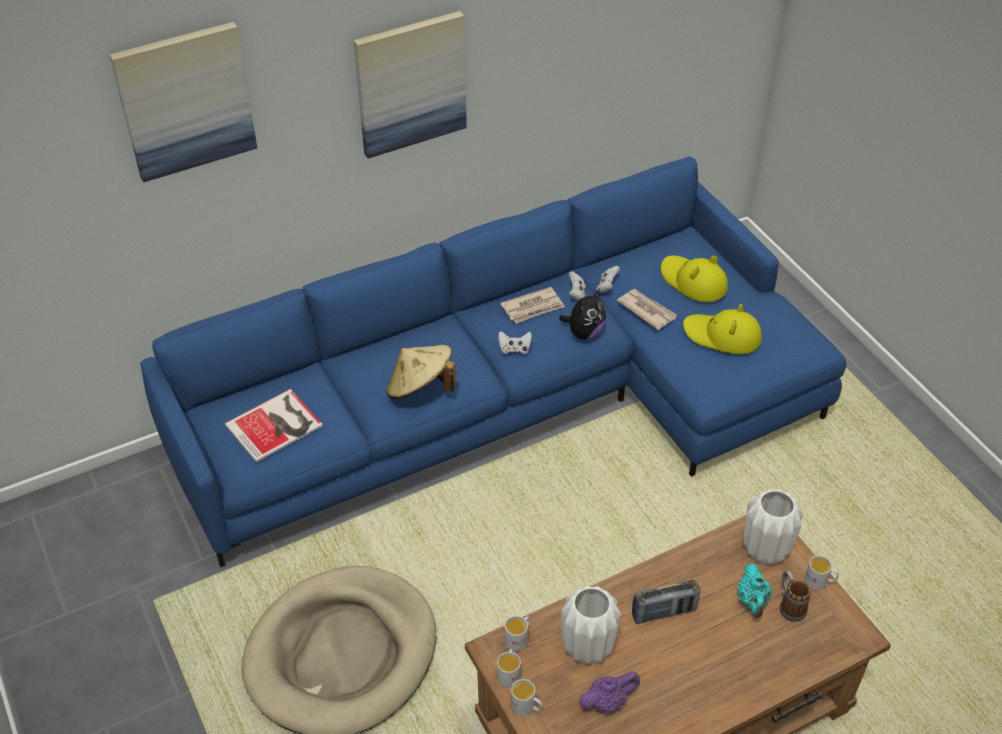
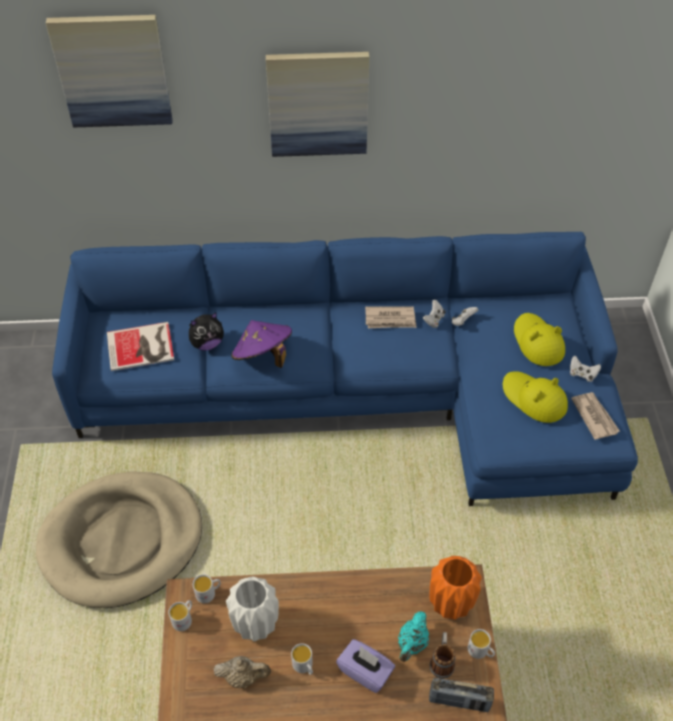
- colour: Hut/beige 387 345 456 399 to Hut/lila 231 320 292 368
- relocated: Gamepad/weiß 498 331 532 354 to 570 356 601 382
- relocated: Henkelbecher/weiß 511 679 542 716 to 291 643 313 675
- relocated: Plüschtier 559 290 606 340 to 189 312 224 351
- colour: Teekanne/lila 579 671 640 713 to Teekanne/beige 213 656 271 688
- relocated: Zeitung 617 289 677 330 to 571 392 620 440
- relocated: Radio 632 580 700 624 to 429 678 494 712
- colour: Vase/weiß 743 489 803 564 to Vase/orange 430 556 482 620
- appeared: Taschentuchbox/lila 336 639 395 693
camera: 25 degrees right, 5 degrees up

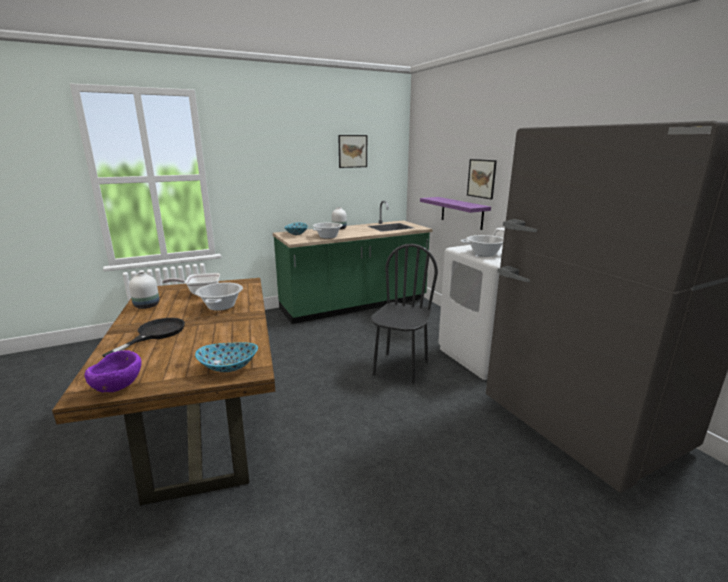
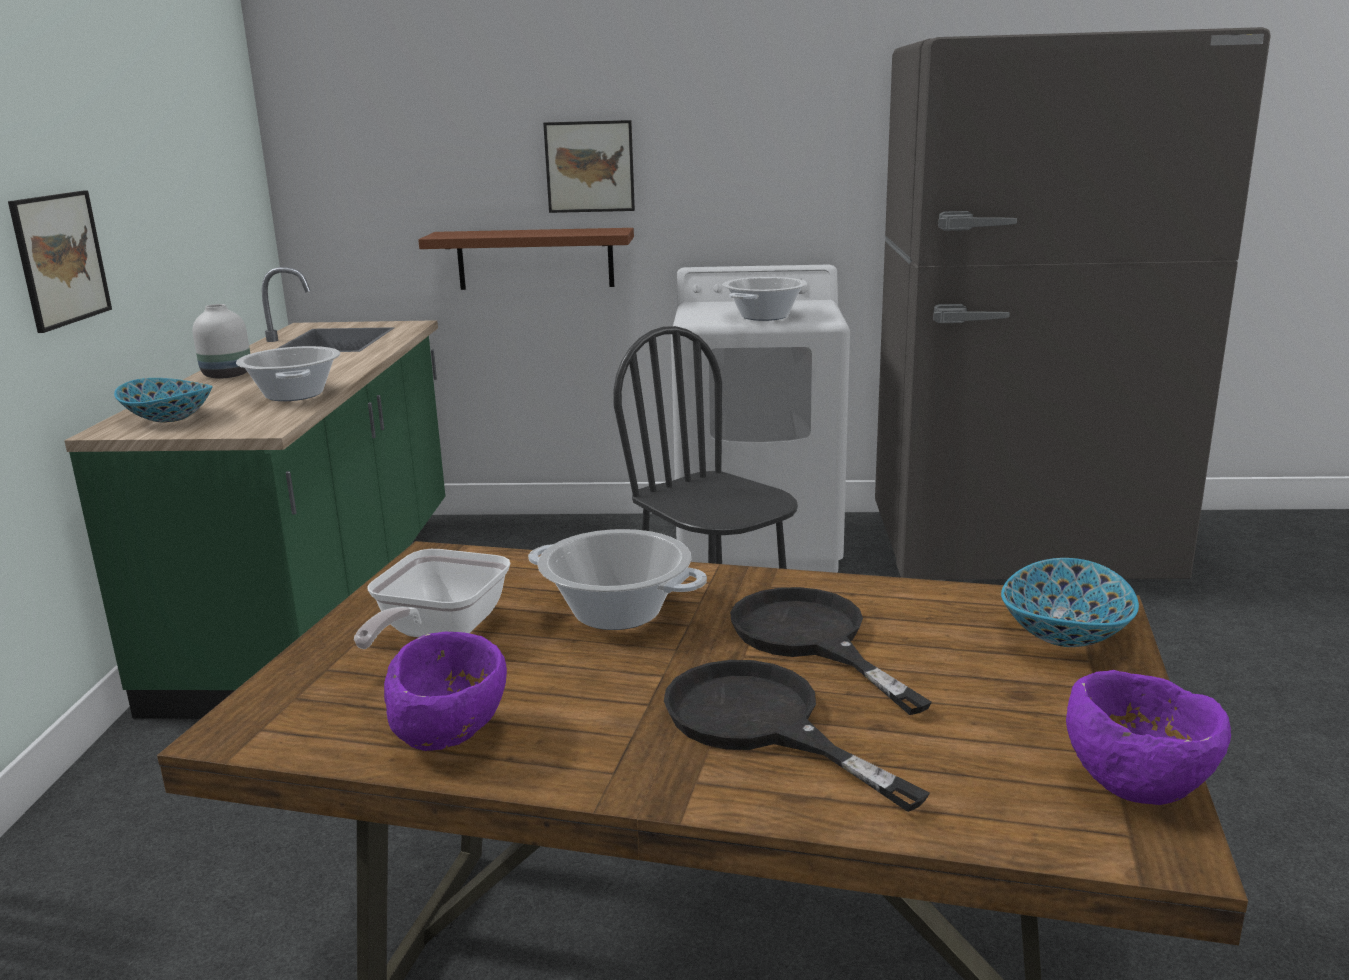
- exchanged: Vase/weiß 129 272 159 309 to Schüssel/lila 384 632 507 751
- relocated: Bild 338 135 367 168 to 8 190 112 333
- colour: Wandregal/lila 420 197 491 230 to Wandregal/braun 418 228 634 290
- appeared: Pfanne/schwarz 730 587 932 715
camera: 60 degrees left, 0 degrees up

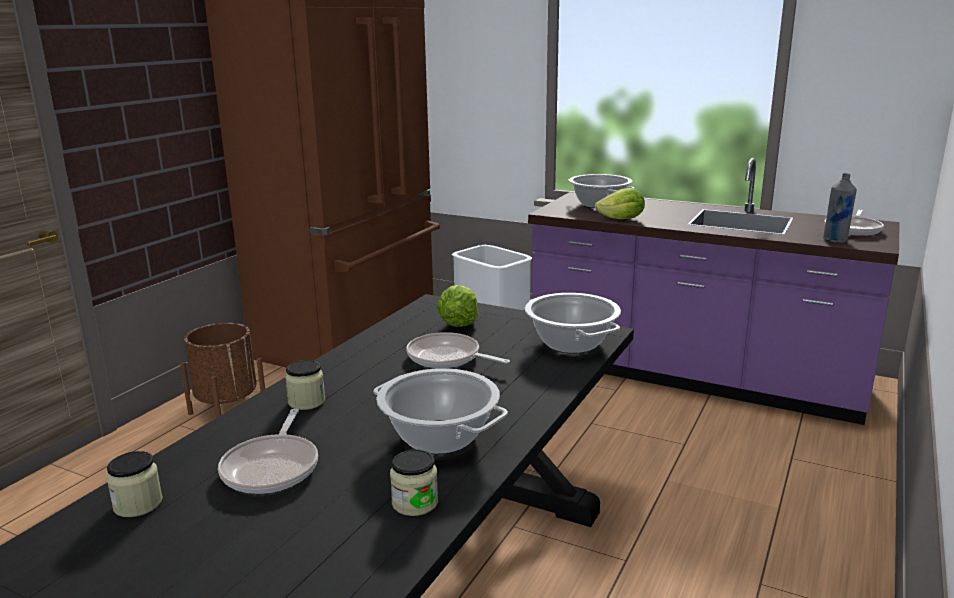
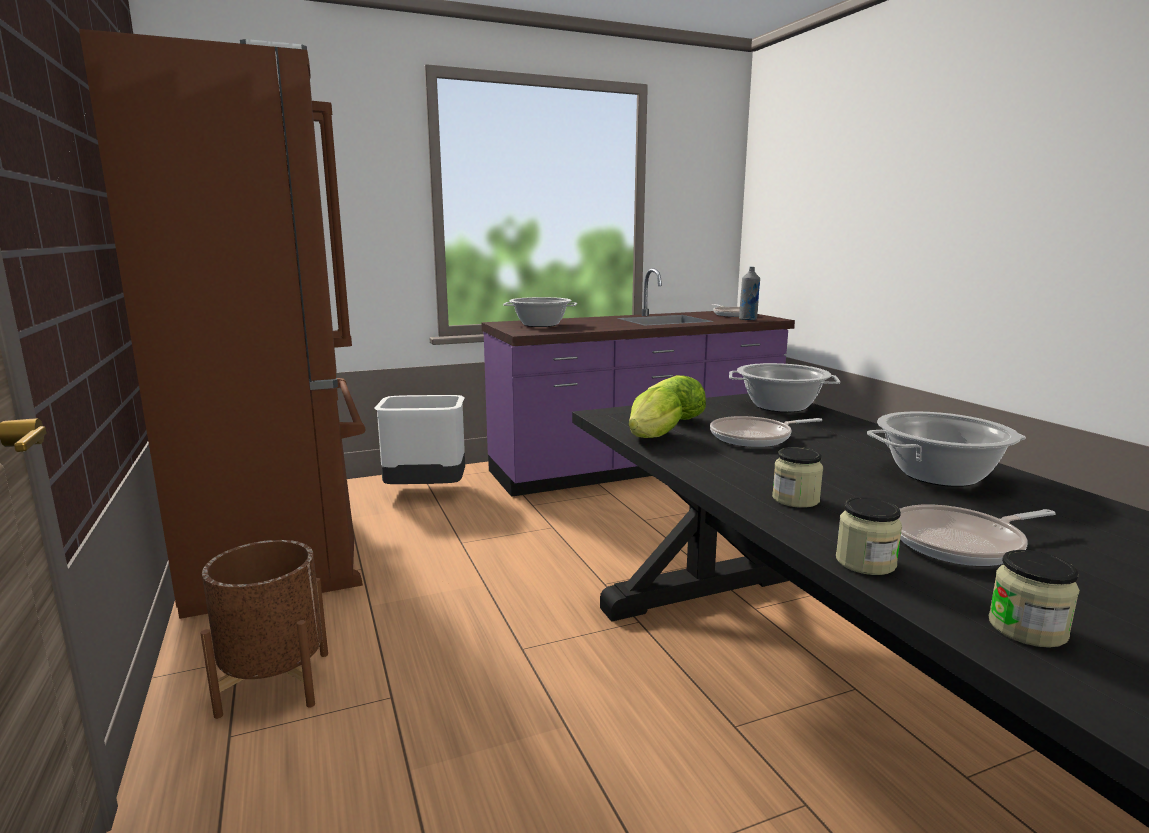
- spun: Pfanne 218 408 318 494 = 899 504 1056 566 120 degrees clockwise
- relocated: Vorratsglas 390 449 438 516 to 836 497 902 575
- relocated: Salatkopf 595 188 645 219 to 629 387 683 438
camera: 50 degrees left, 5 degrees down

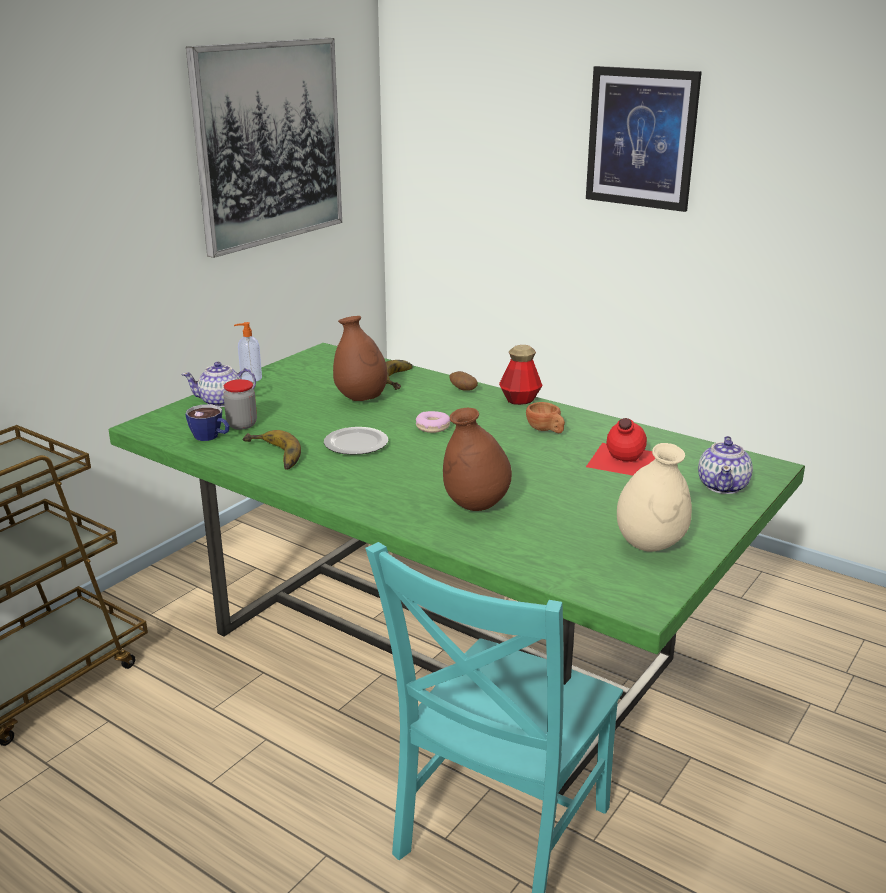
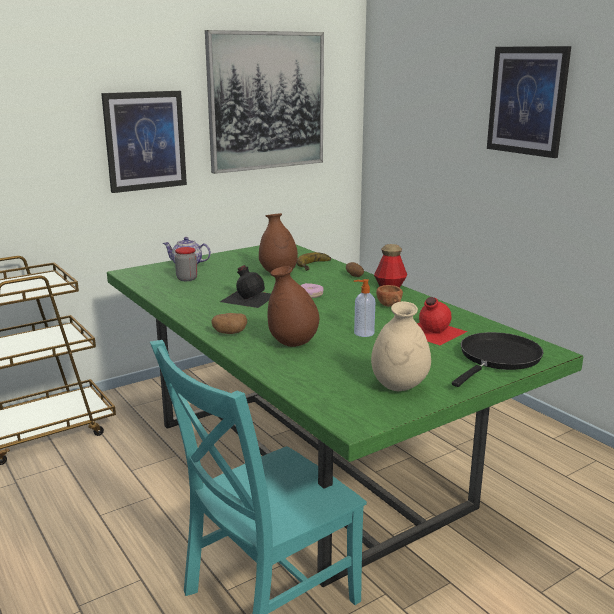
- missing: Tasse 186 404 229 441
- relocated: Seifenspender 234 322 262 382 to 354 279 375 337
- missing: Banane 242 430 301 470
- exchanged: Teller 324 427 388 455 to Flasche/schwarz 220 265 271 308
- exchanged: Teekanne 698 436 753 494 to Pfanne/schwarz 452 332 544 387
- appeared: Bild 101 91 187 193
- appeared: Kartoffel 211 313 247 334
camera: 20 degrees right, 5 degrees down

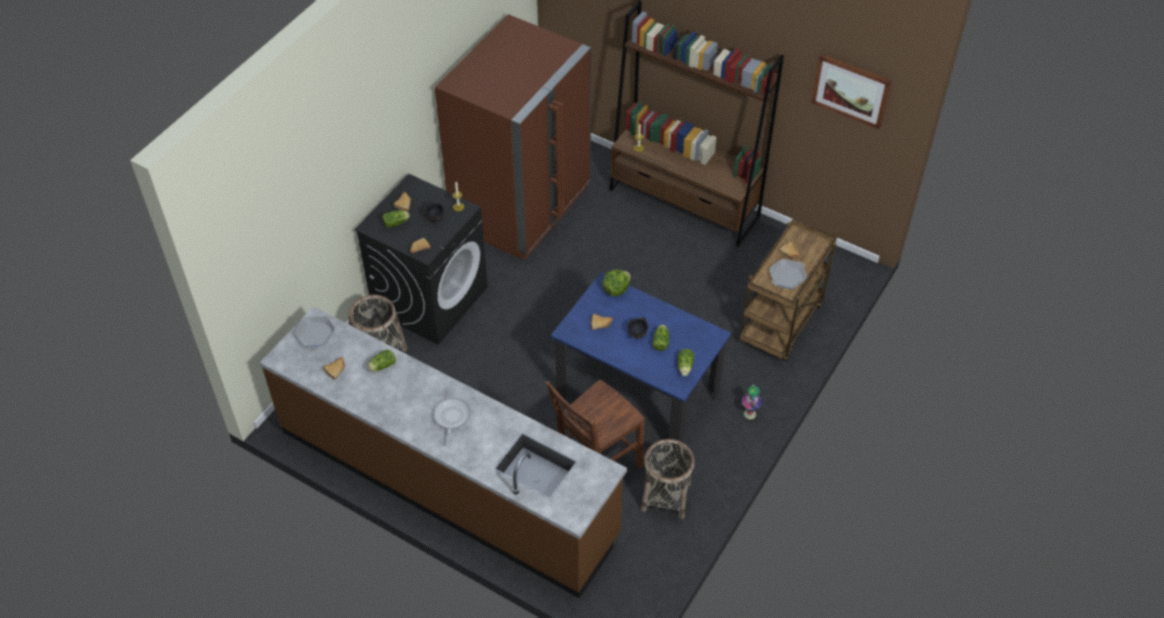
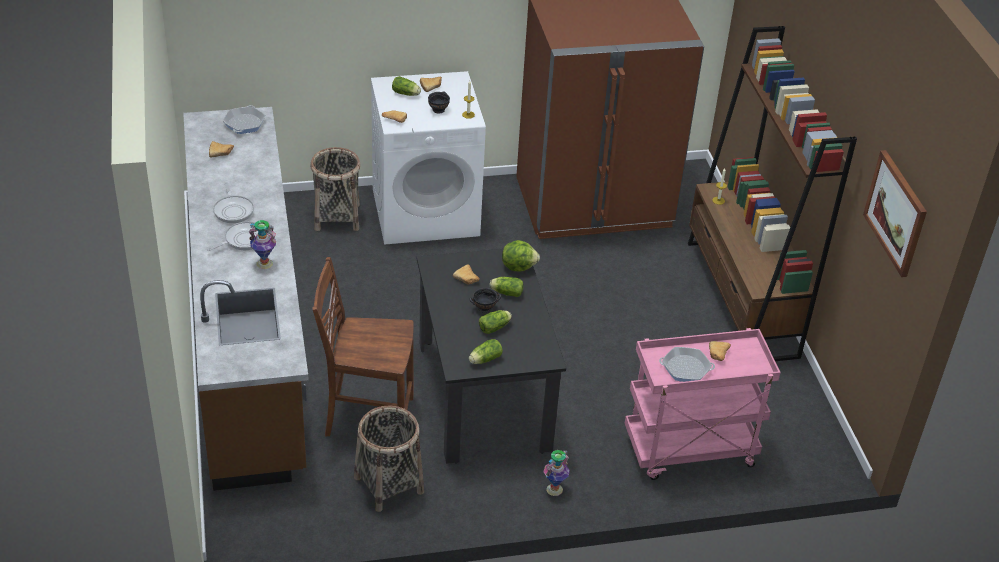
- colour: Waschmaschine/schwarz 354 174 488 345 to Waschmaschine/weiß 371 71 486 245
- relocated: Salatkopf 367 350 396 372 to 490 277 523 297
- colour: Esstisch/blau 551 273 731 443 to Esstisch/schwarz 417 249 566 464
- colour: Rollwagen/braun 740 219 837 361 to Rollwagen/rosa 625 328 781 480
- appeared: Pfanne 213 182 254 223
- appeared: Vase 249 220 276 269
camera: 45 degrees right, 10 degrees down

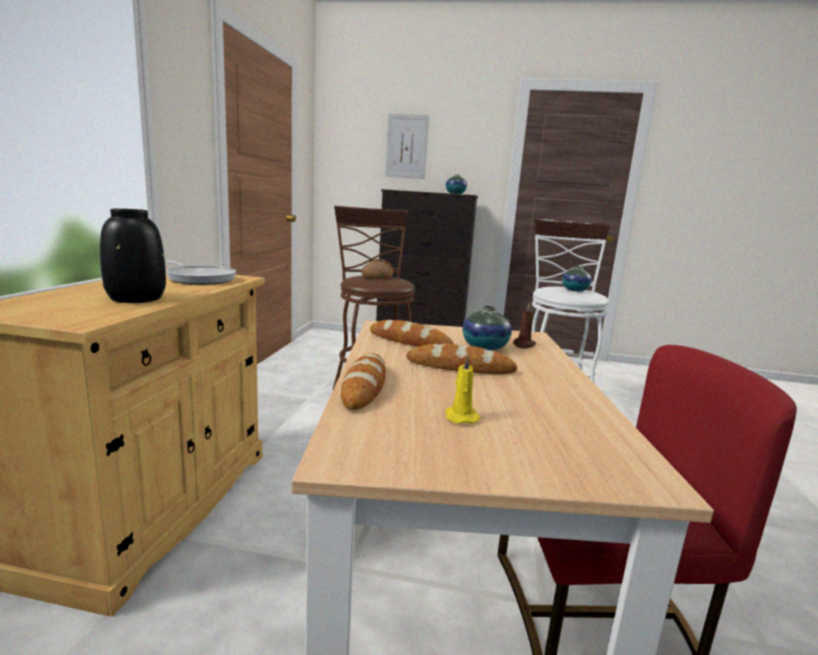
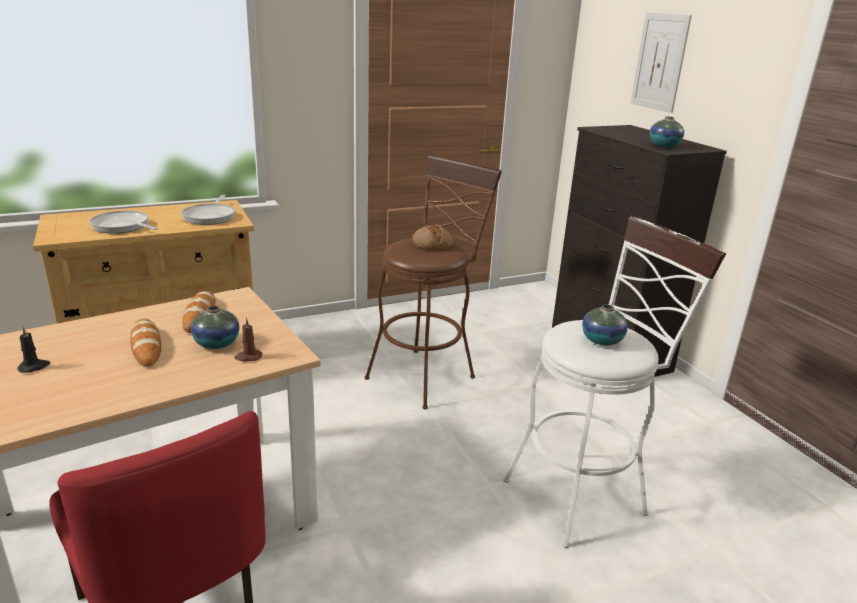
- exchanged: Vase/schwarz 100 209 166 303 to Pfanne 89 211 158 234
- missing: Brot 341 353 386 410
- colour: Kerze/gelb 445 354 481 424 to Kerze/schwarz 17 326 50 373
camera: 55 degrees right, 10 degrees up

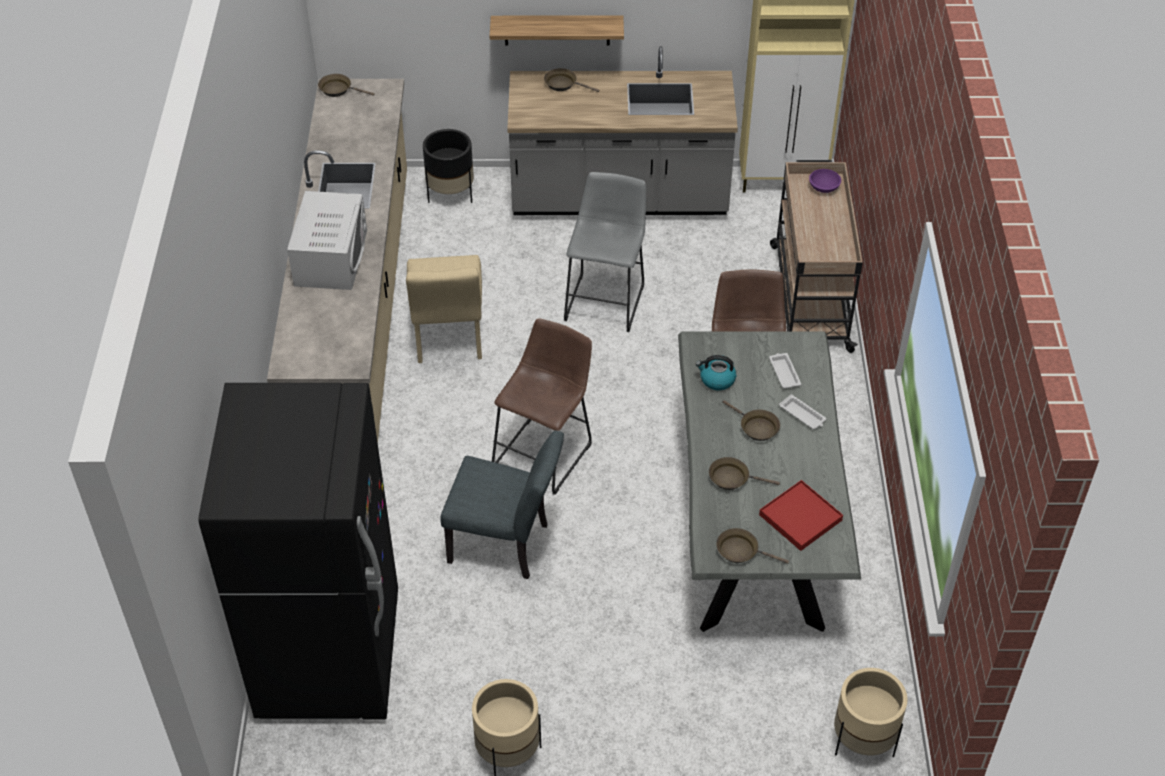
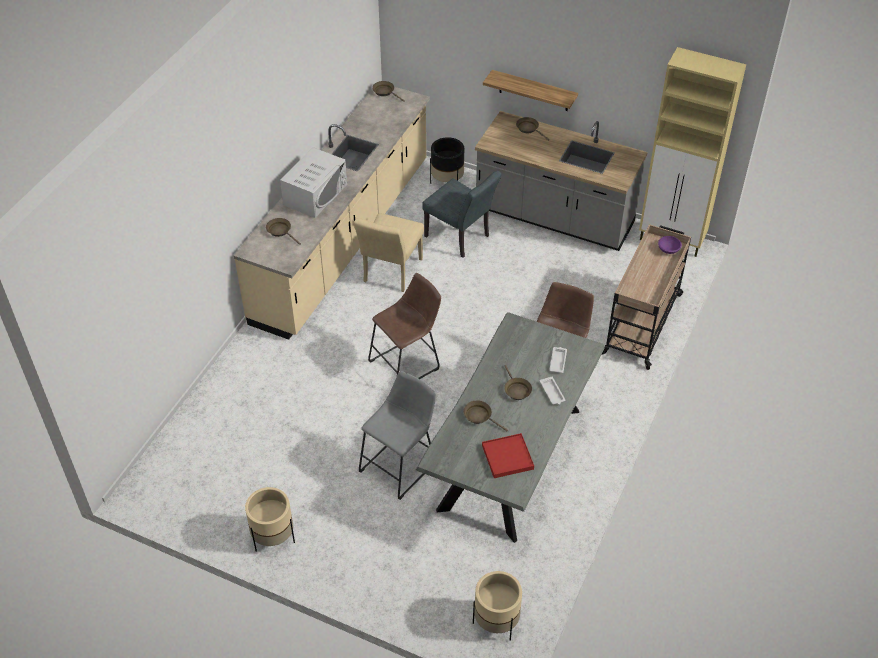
- missing: Kühlschrank/schwarz 198 383 398 719
- relocated: Stuhl/grau 441 430 564 579 to 422 171 502 258
- relocated: Hocker/grau 564 172 646 332 to 359 371 436 500
- missing: Wasserkessel 696 355 736 390
- relocated: Pfanne/braun 716 528 789 564 to 266 218 301 245
camera: 25 degrees right, 0 degrees up

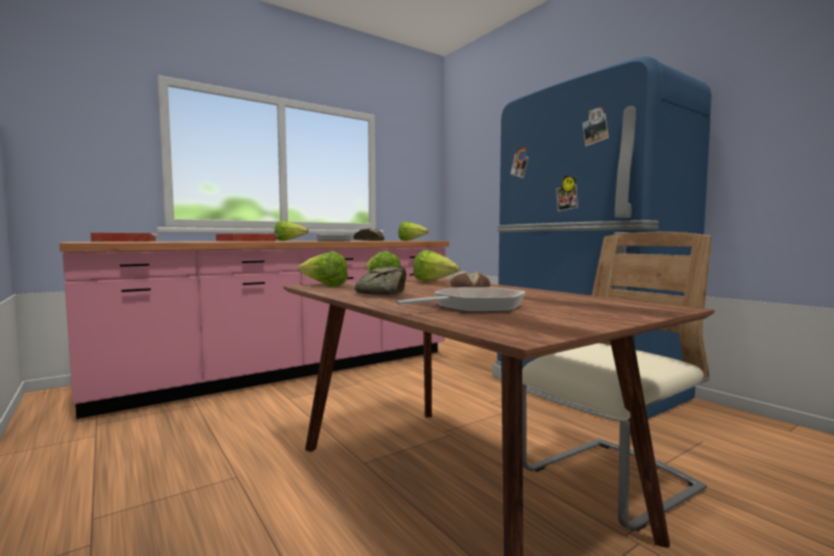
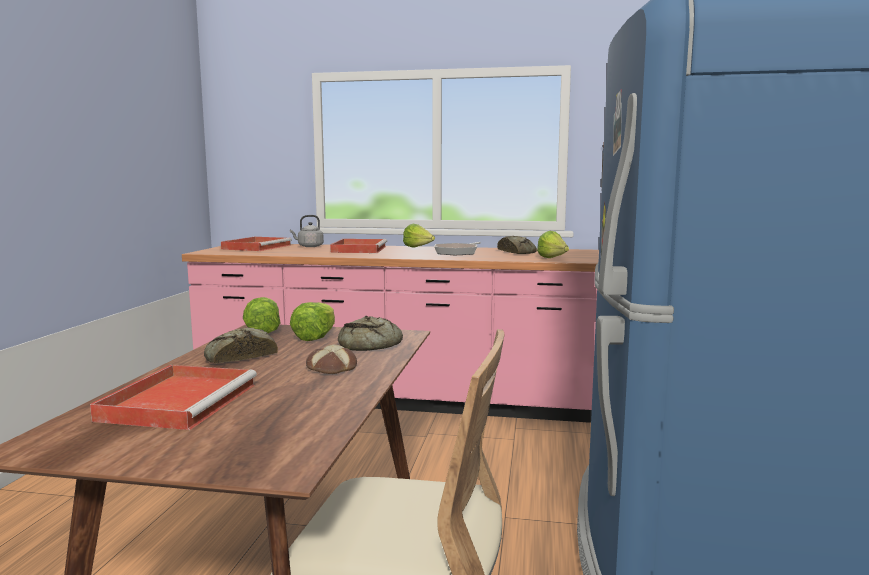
- exchanged: Pfanne 396 287 525 312 to Tablett/rot 90 365 257 430
- exchanged: Salatkopf 413 250 460 282 to Brot 338 316 403 351
- appeared: Wasserkessel/grau 290 215 324 247
camera: 45 degrees right, 5 degrees up

